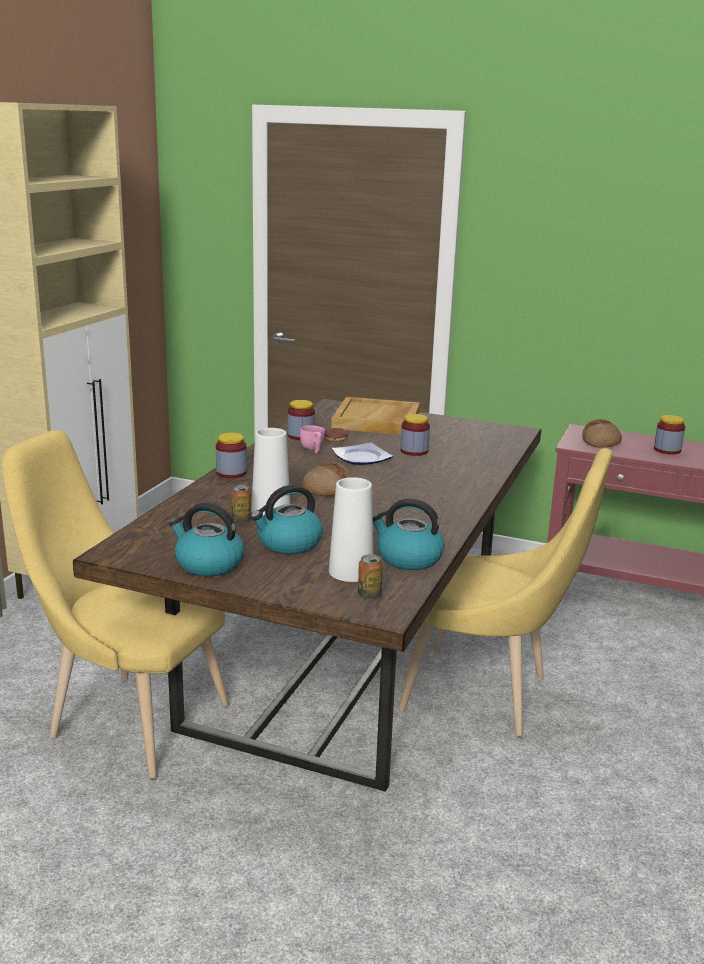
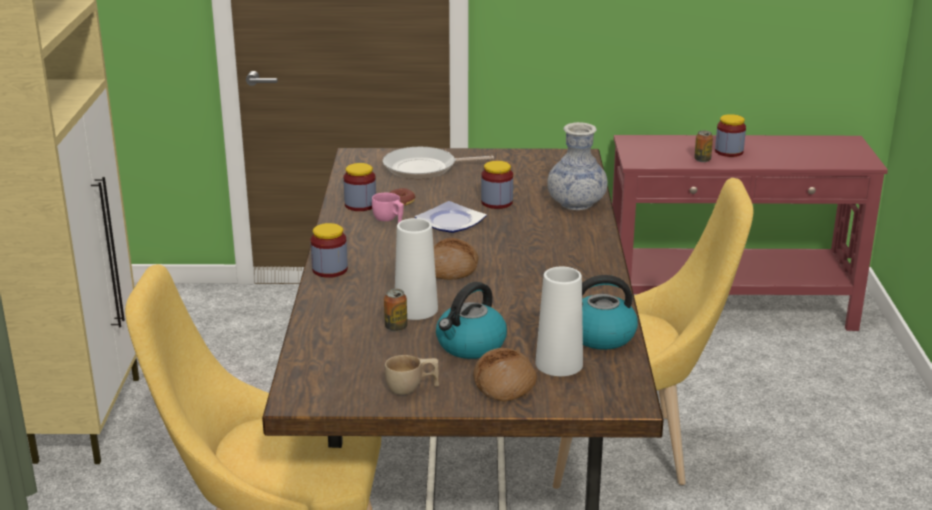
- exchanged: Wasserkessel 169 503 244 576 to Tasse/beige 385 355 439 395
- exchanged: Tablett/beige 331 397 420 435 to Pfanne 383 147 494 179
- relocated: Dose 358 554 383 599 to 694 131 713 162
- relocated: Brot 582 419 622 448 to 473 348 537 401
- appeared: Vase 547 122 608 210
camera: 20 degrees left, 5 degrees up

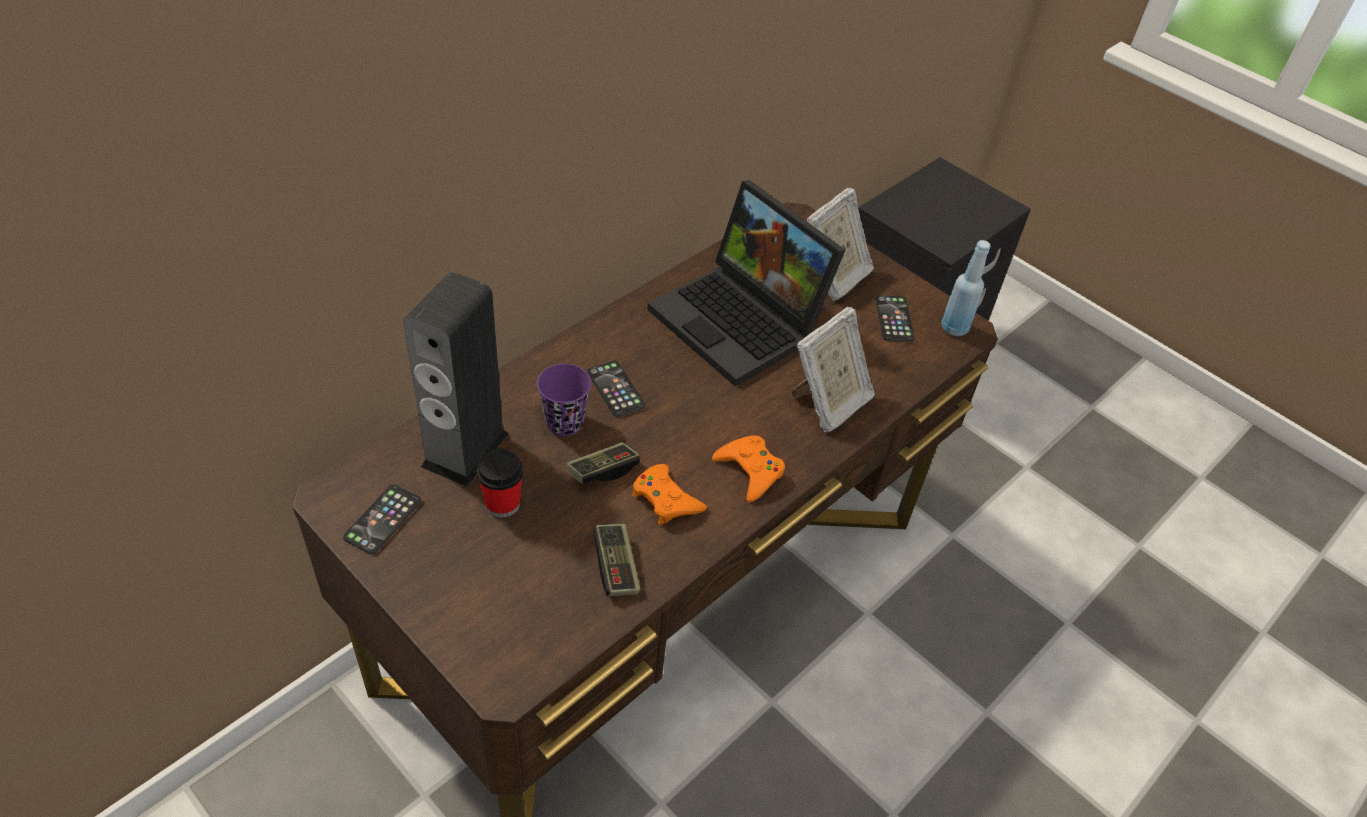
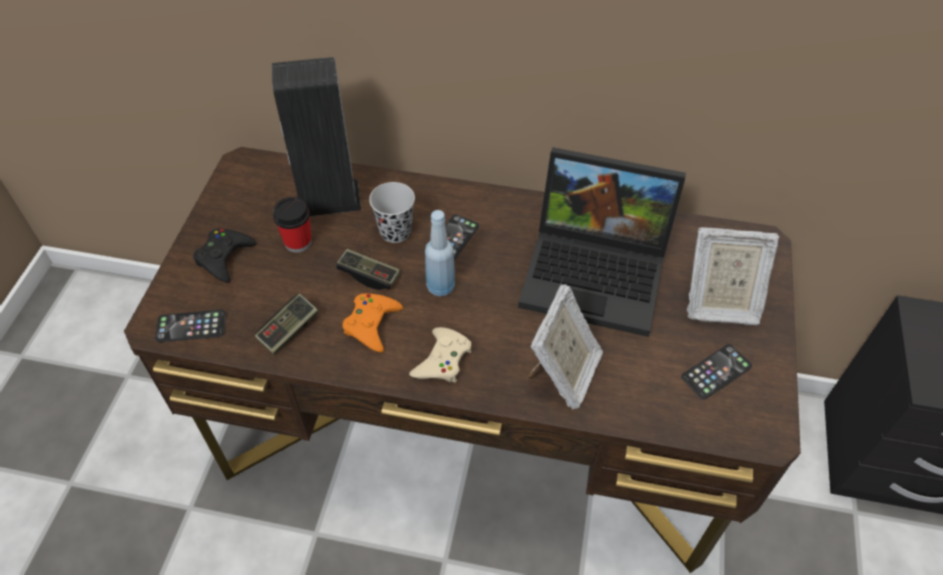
- relocated: Handy 343 484 421 554 to 155 310 226 342
- colour: Tasse/lila 537 364 591 436 to Tasse/schwarz 369 182 415 243
- spun: Laptop 647 180 845 386 = 518 147 686 337 90 degrees counterclockwise
- colour: Gamepad/orange 712 436 785 502 to Gamepad/beige 409 327 471 383
- spun: Bilderrahmen 792 306 875 432 = 528 284 604 409 75 degrees counterclockwise
- relocated: Flasche/blau 941 240 991 336 to 425 210 455 297
- appeared: Gamepad/schwarz 193 228 256 283
camera: 60 degrees right, 5 degrees up

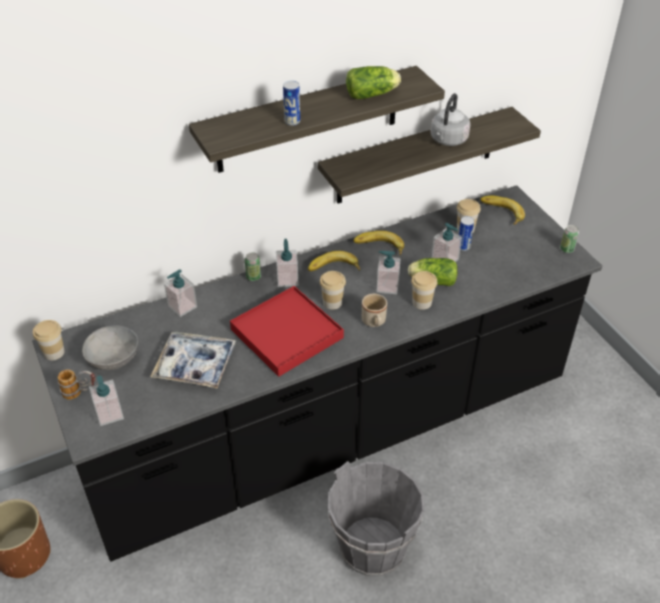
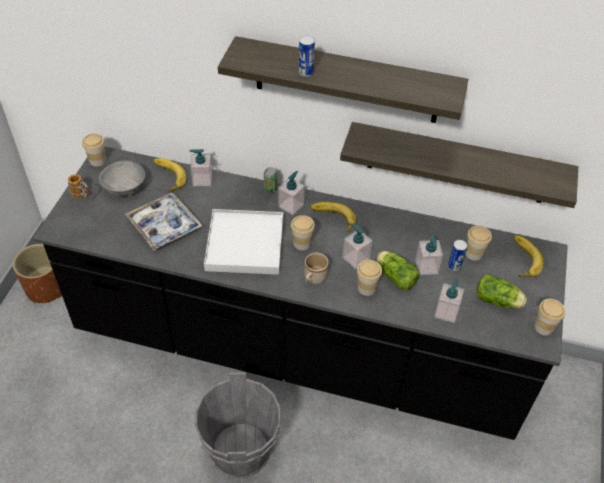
- relocated: Seifenspender 89 376 124 426 to 434 281 464 323
- colour: Tablett/rot 230 286 344 377 to Tablett/weiß 204 209 283 275
- relocated: Salatkopf 346 66 401 99 to 476 274 527 308
- relocated: Banane 353 231 404 255 to 154 158 187 192
- missing: Wasserkessel/grau 431 93 471 146
- exchanged: Dose 560 225 579 253 to Tasse 534 299 566 335
camera: 40 degrees right, 5 degrees up

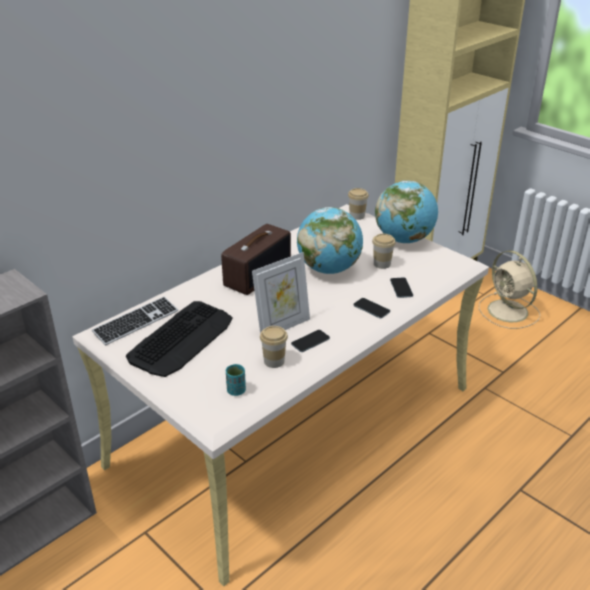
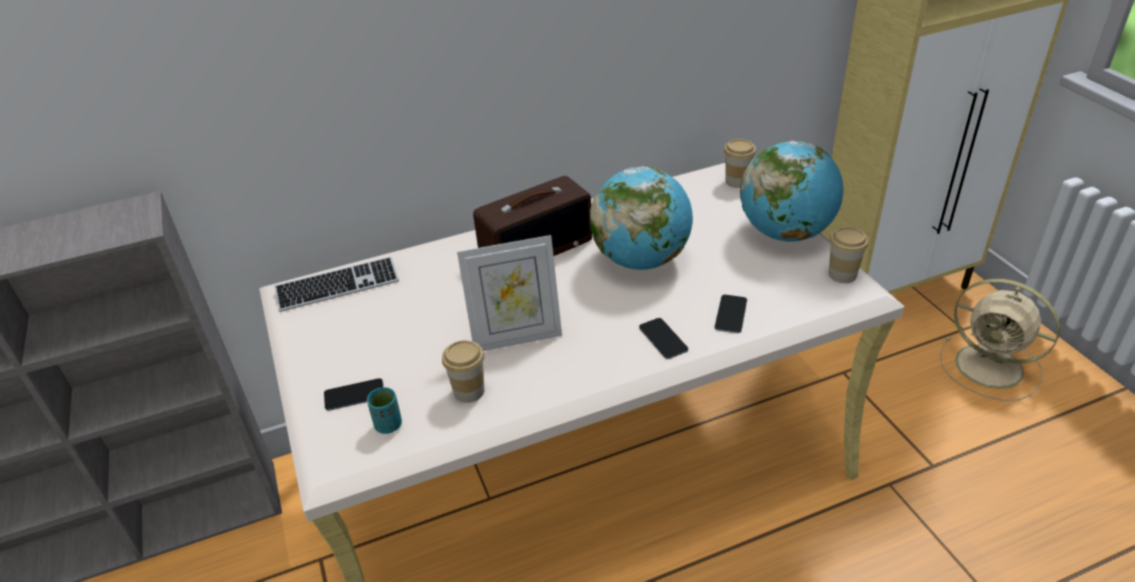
- missing: Tastatur 126 301 233 377
- relocated: Handy 291 330 330 352 to 324 378 384 411
- relocated: Tasse 372 234 396 269 to 829 227 869 283
- spun: Ventilator/beige 479 250 540 329 = 940 279 1060 401 45 degrees counterclockwise
camera: 25 degrees right, 5 degrees up

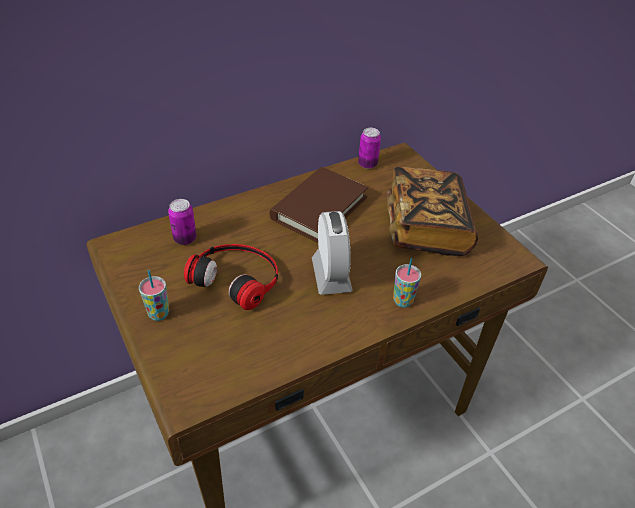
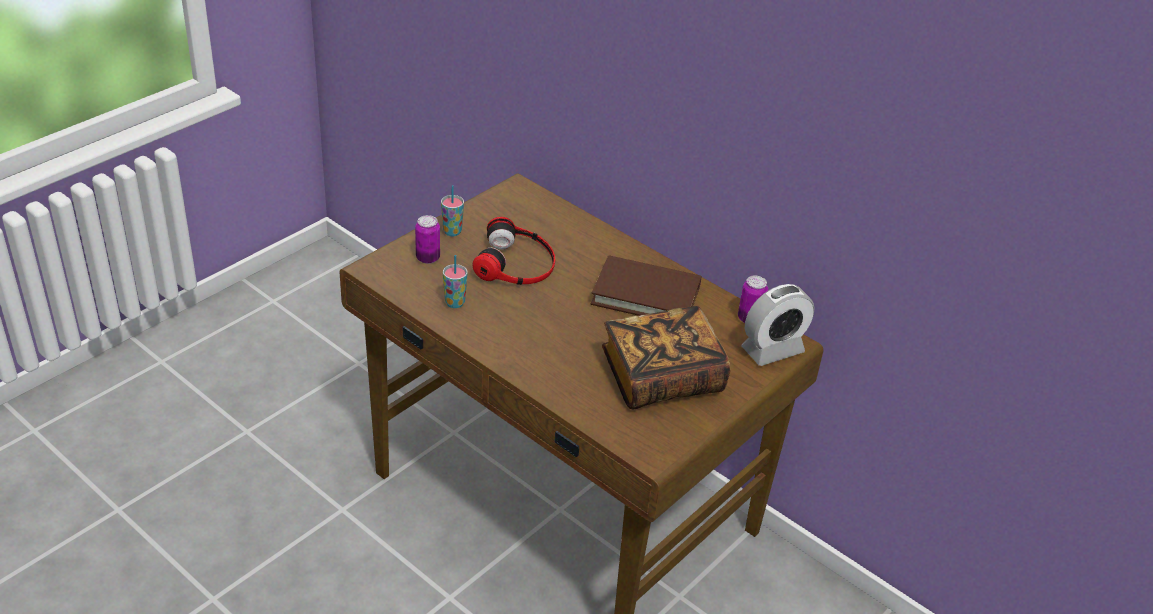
- relocated: Dose 168 199 197 245 to 415 215 440 264
- relocated: Wecker 312 211 353 295 to 741 284 815 366
- relocated: Tasse 393 258 421 307 to 443 255 467 308
camera: 70 degrees right, 5 degrees down

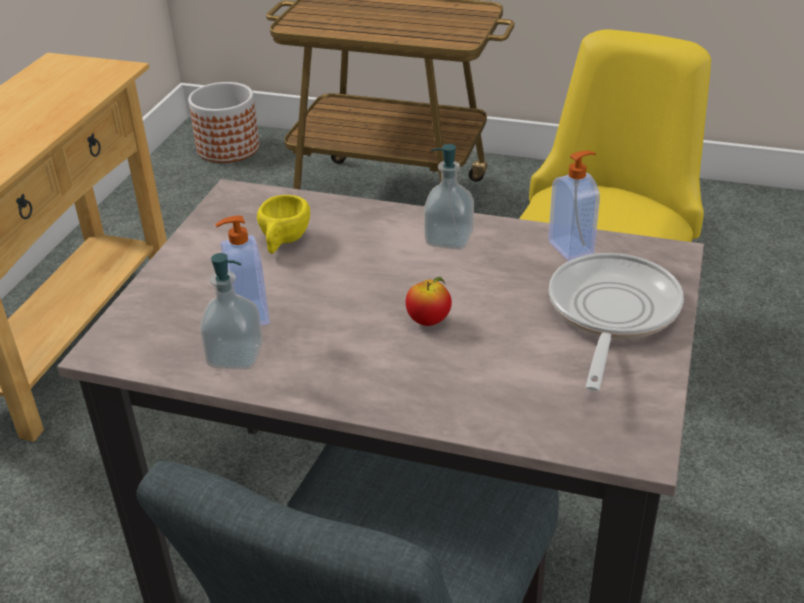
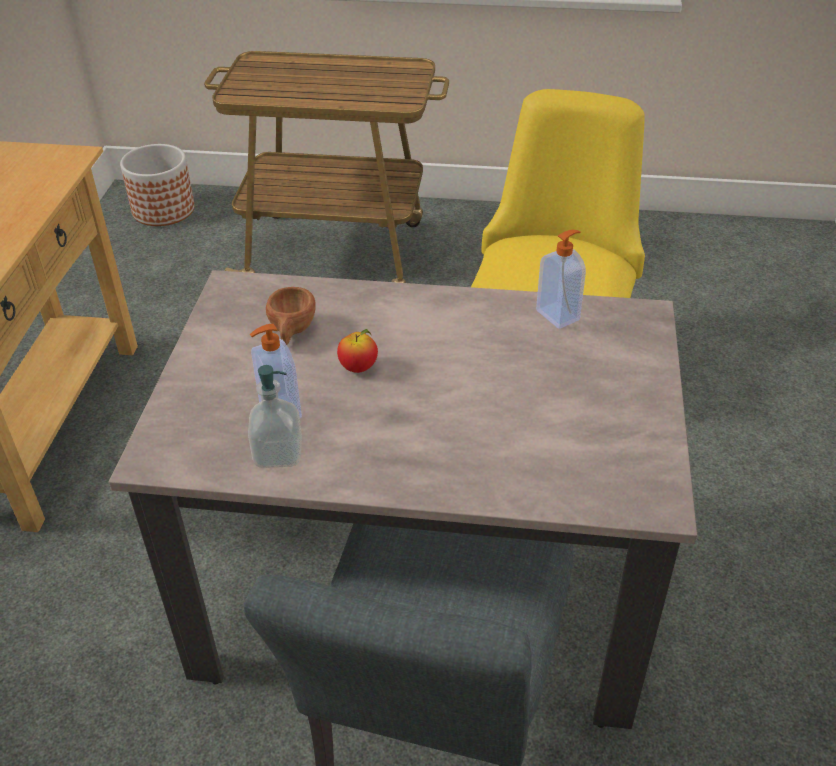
- colour: Tasse/gelb 257 195 310 254 to Tasse/braun 266 287 316 345
- relocated: Apfel 406 277 452 326 to 337 329 378 373
- missing: Seifenspender 424 144 474 250
- missing: Pfanne 549 253 684 391
camera: 10 degrees left, 5 degrees up

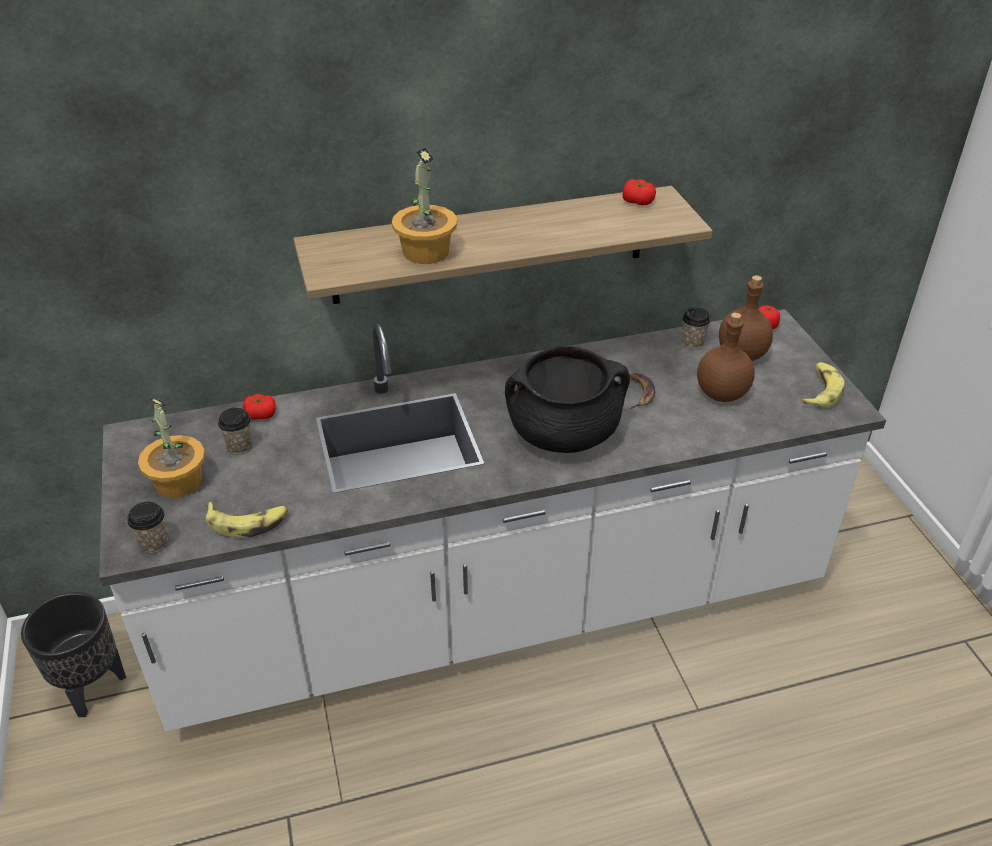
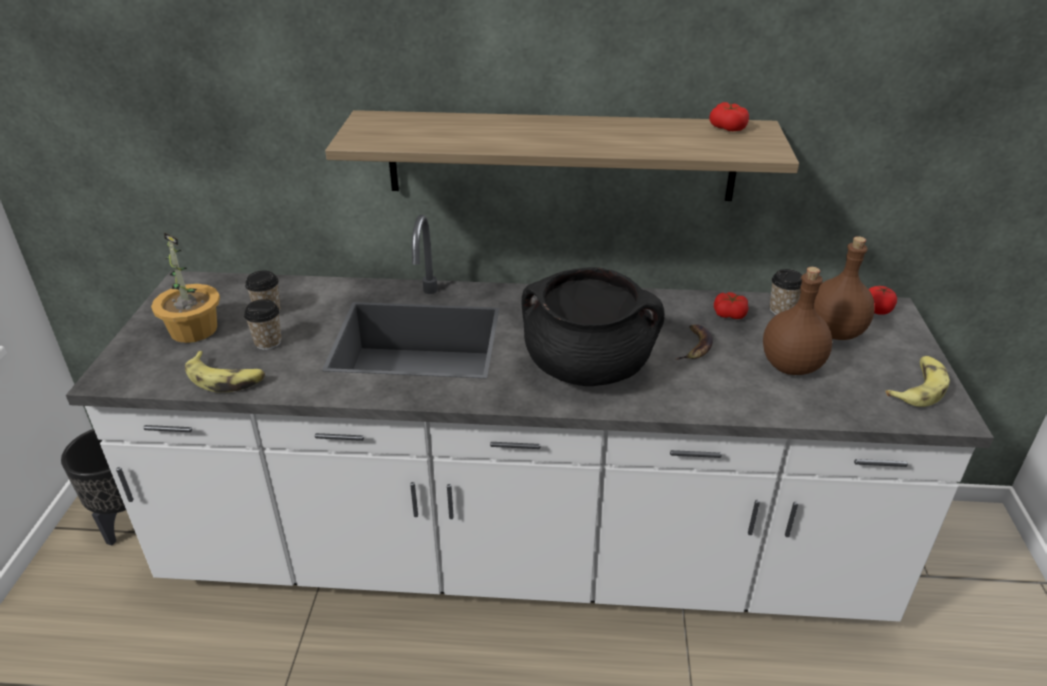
- relocated: Tasse 127 502 168 553 to 244 299 281 350
- relocated: Tomate 243 394 276 420 to 714 292 749 319
- missing: Topfpflanze 392 147 457 264
camera: 20 degrees right, 5 degrees down

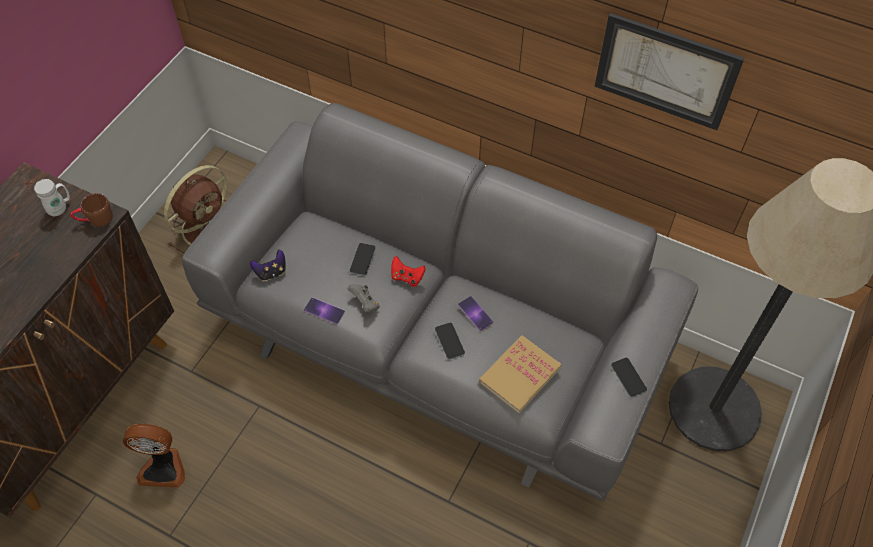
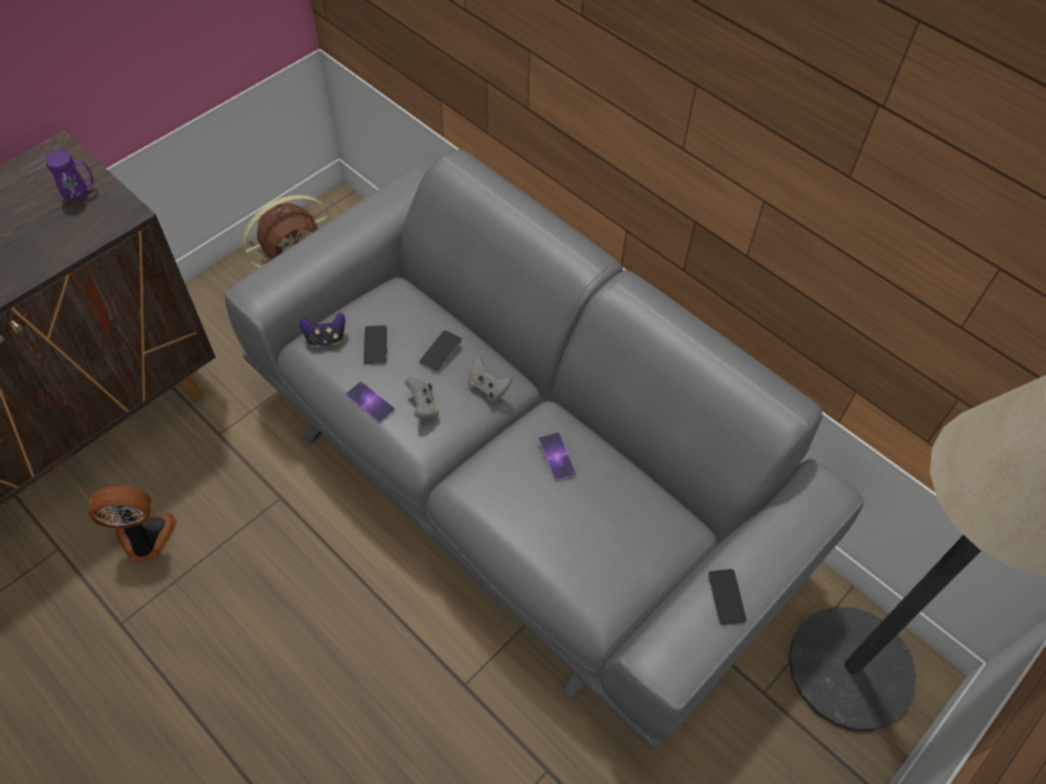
- colour: Henkelbecher/weiß 34 179 70 216 to Henkelbecher/lila 45 150 93 201
- missing: Henkelbecher/braun 70 193 113 227
- spun: Ventilator 123 424 185 488 = 88 486 176 563 150 degrees clockwise
- colour: Gamepad/rot 391 256 426 287 to Gamepad/grau 468 357 512 402
- relocated: Handy 435 323 465 359 to 363 325 387 365
- missing: Buch 479 335 562 414
- missing: Bild 594 13 744 130
camera: 15 degrees right, 0 degrees up

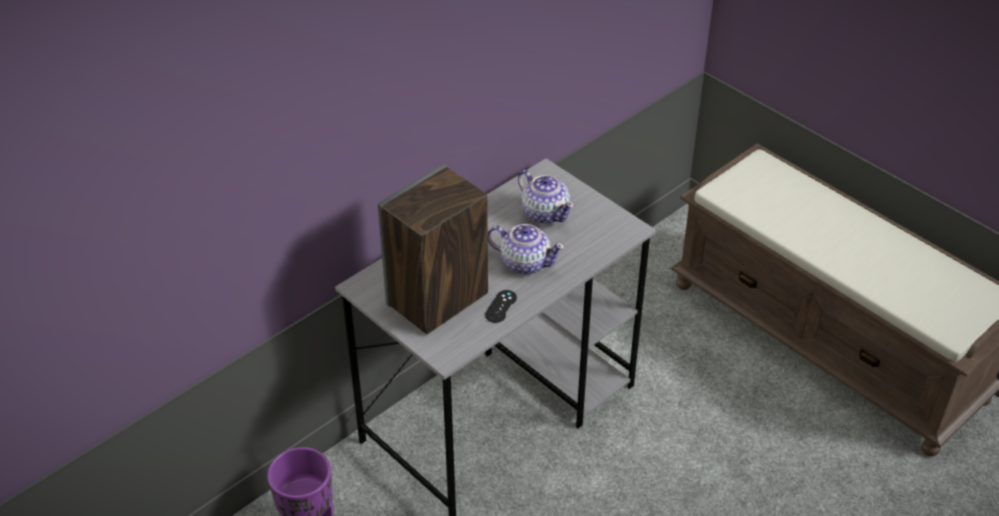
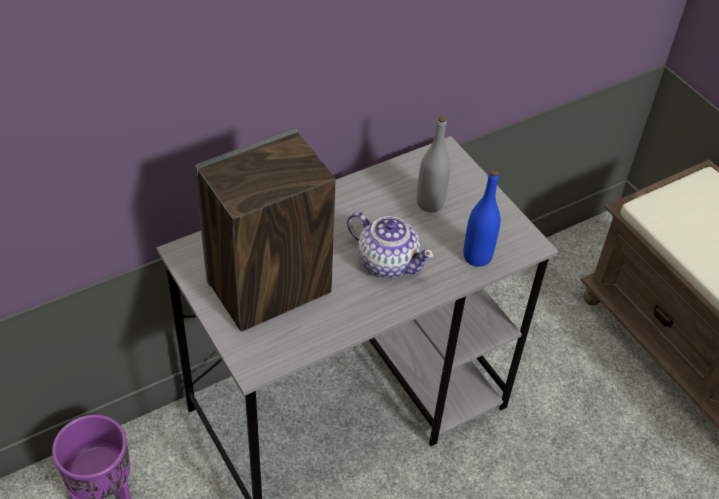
- missing: Gamepad/schwarz 485 290 517 323
- exchanged: Teekanne 518 170 575 224 to Flasche/grau 417 116 450 212
- appeared: Flasche/blau 463 169 501 267
camera: 10 degrees right, 5 degrees up

